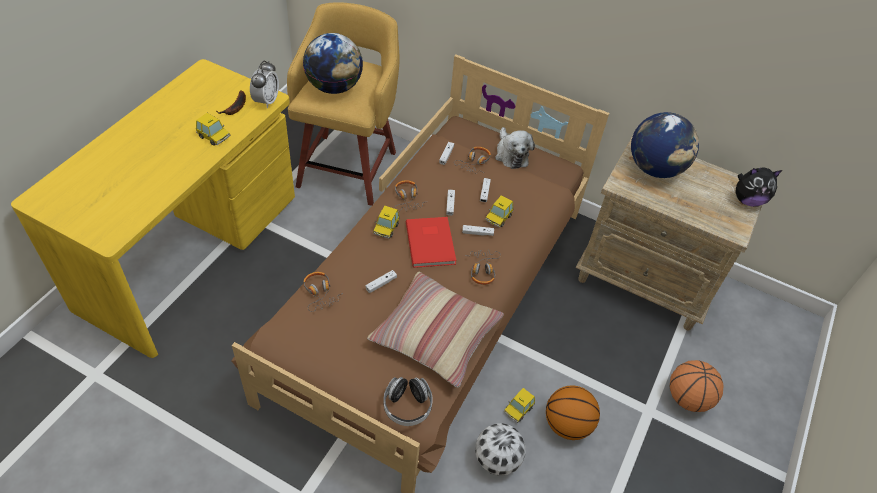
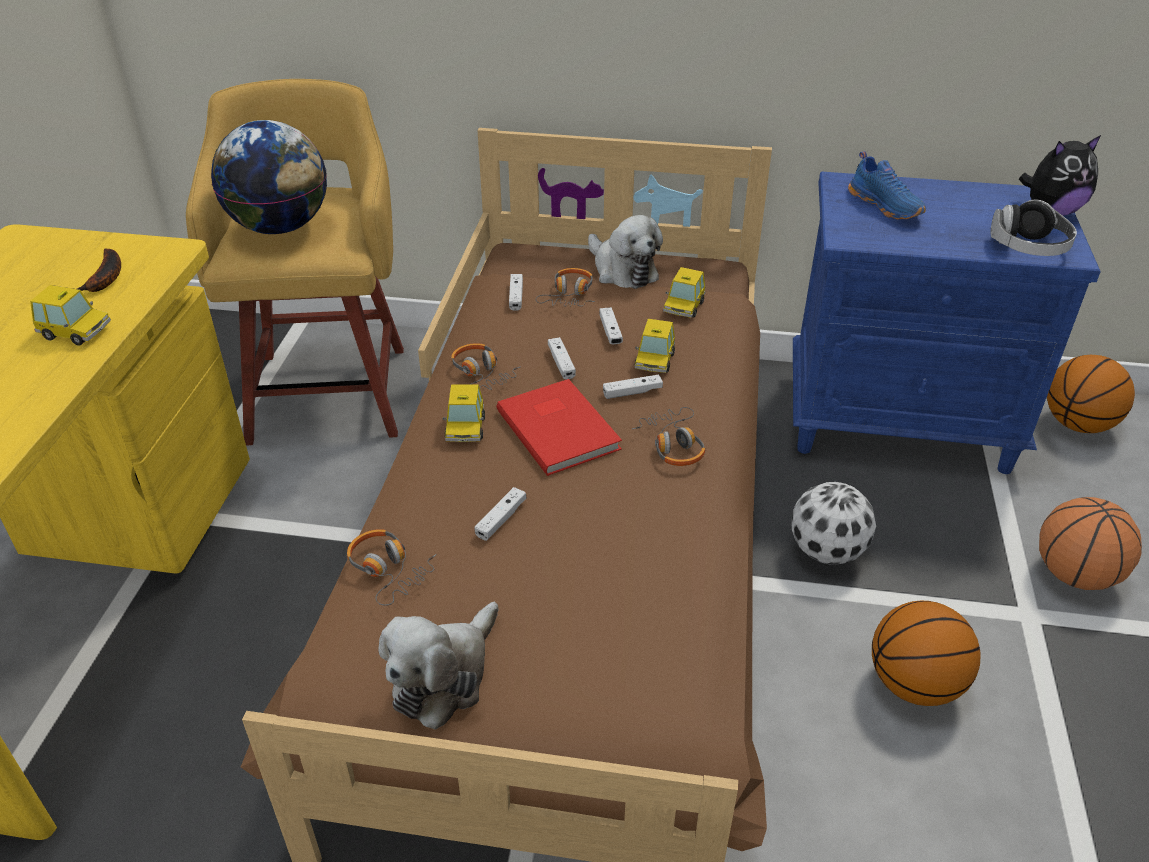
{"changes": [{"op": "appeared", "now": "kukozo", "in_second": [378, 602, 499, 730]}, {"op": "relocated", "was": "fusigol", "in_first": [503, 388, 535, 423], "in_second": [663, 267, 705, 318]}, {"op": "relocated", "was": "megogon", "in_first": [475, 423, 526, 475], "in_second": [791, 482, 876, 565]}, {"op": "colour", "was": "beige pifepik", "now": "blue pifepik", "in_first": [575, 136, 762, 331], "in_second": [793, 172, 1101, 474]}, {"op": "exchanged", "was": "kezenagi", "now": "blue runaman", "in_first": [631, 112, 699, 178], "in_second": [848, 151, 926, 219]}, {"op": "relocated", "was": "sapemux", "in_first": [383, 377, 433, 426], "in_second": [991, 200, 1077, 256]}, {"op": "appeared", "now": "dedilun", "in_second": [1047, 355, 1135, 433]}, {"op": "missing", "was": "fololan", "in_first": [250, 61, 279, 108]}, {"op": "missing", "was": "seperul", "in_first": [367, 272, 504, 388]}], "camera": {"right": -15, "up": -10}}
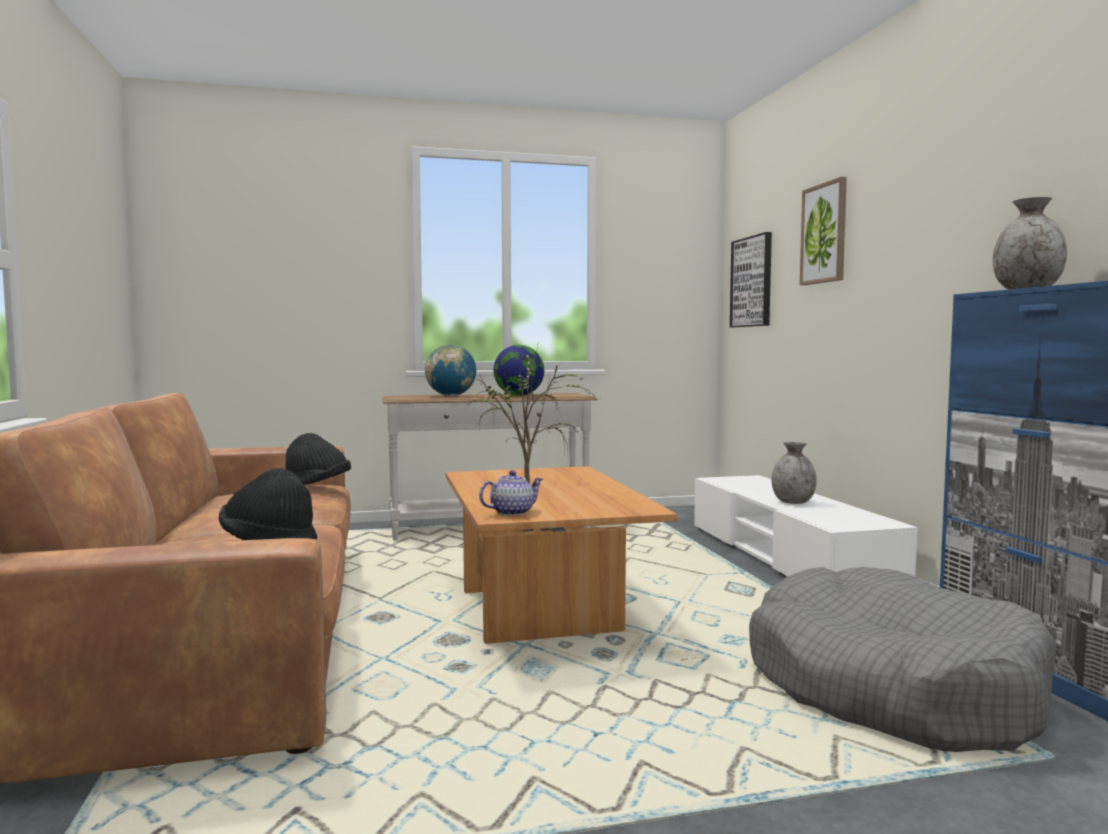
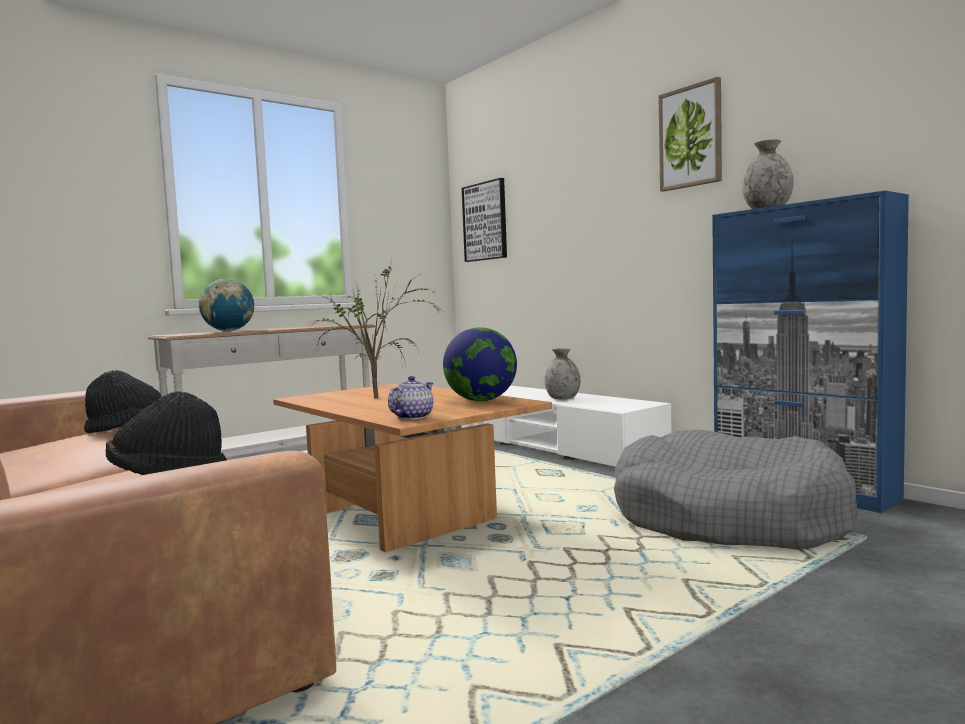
{"changes": [{"op": "relocated", "was": "kezenagi", "in_first": [493, 345, 544, 396], "in_second": [443, 327, 517, 401]}, {"op": "relocated", "was": "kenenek", "in_first": [800, 177, 847, 285], "in_second": [659, 77, 722, 192]}], "camera": {"right": -25, "up": 0}}
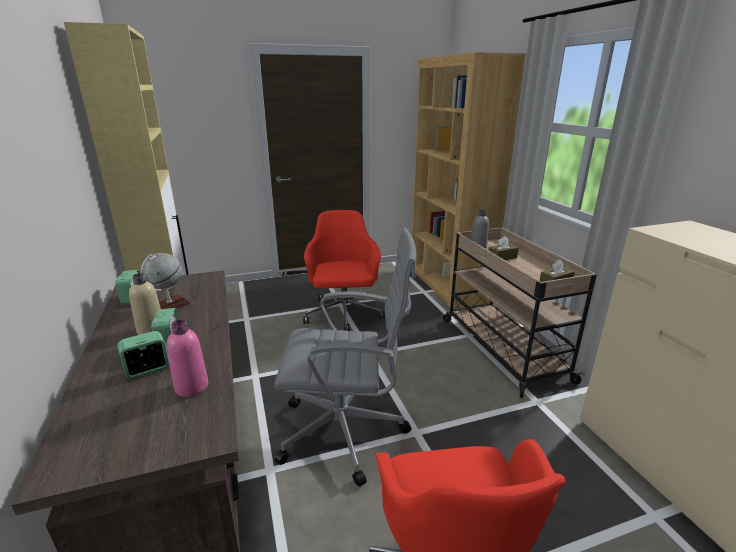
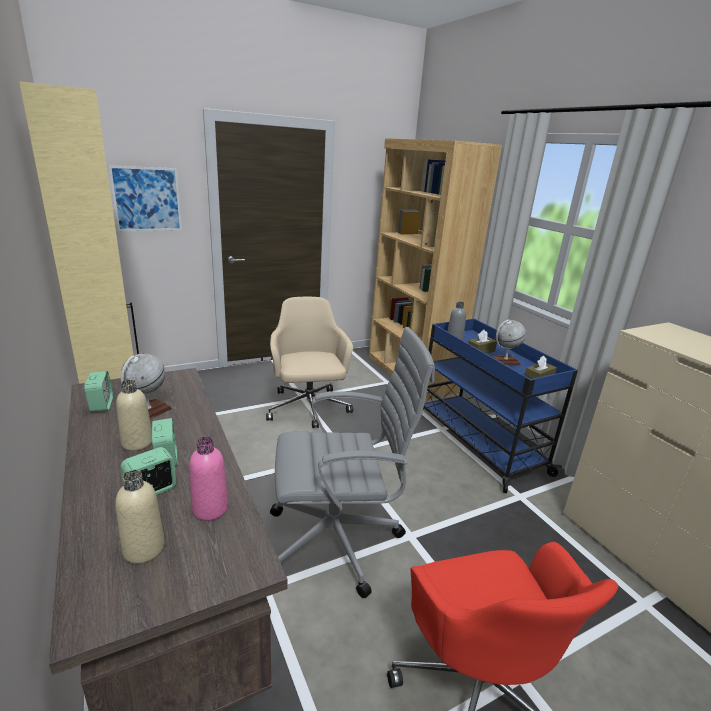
{"changes": [{"op": "appeared", "now": "kenenek", "in_second": [109, 166, 182, 231]}, {"op": "appeared", "now": "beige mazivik", "in_second": [115, 470, 165, 564]}, {"op": "colour", "was": "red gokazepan", "now": "beige gokazepan", "in_first": [303, 210, 385, 331], "in_second": [266, 297, 353, 428]}, {"op": "colour", "was": "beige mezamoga", "now": "blue mezamoga", "in_first": [443, 228, 597, 398], "in_second": [423, 319, 578, 493]}, {"op": "appeared", "now": "kezenagi", "in_second": [493, 319, 526, 366]}], "camera": {"right": -10, "up": 0}}
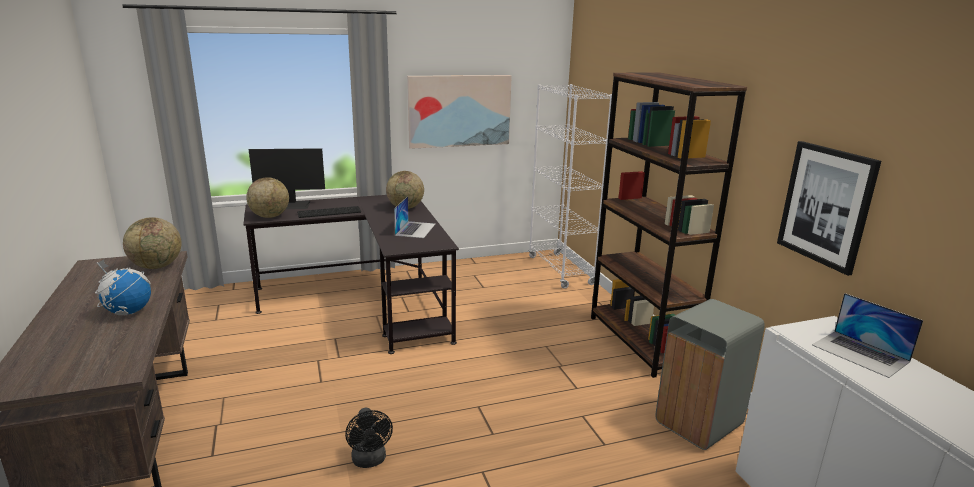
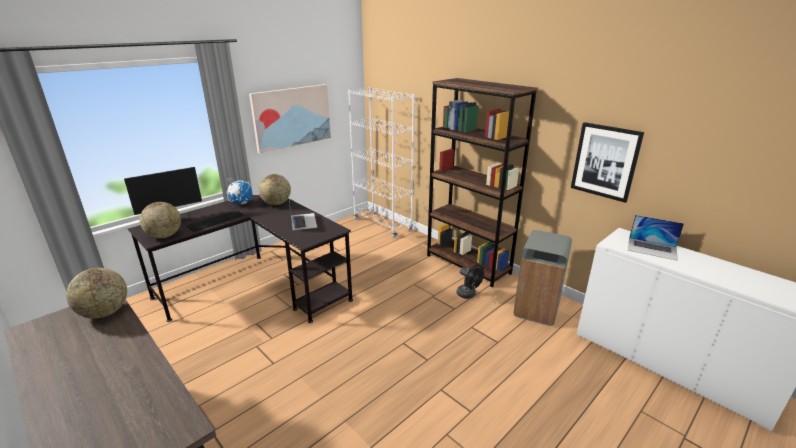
{"changes": [{"op": "relocated", "was": "kezenagi", "in_first": [95, 260, 151, 315], "in_second": [226, 177, 252, 204]}, {"op": "relocated", "was": "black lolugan", "in_first": [345, 408, 393, 468], "in_second": [456, 265, 484, 299]}], "camera": {"right": -25, "up": 5}}
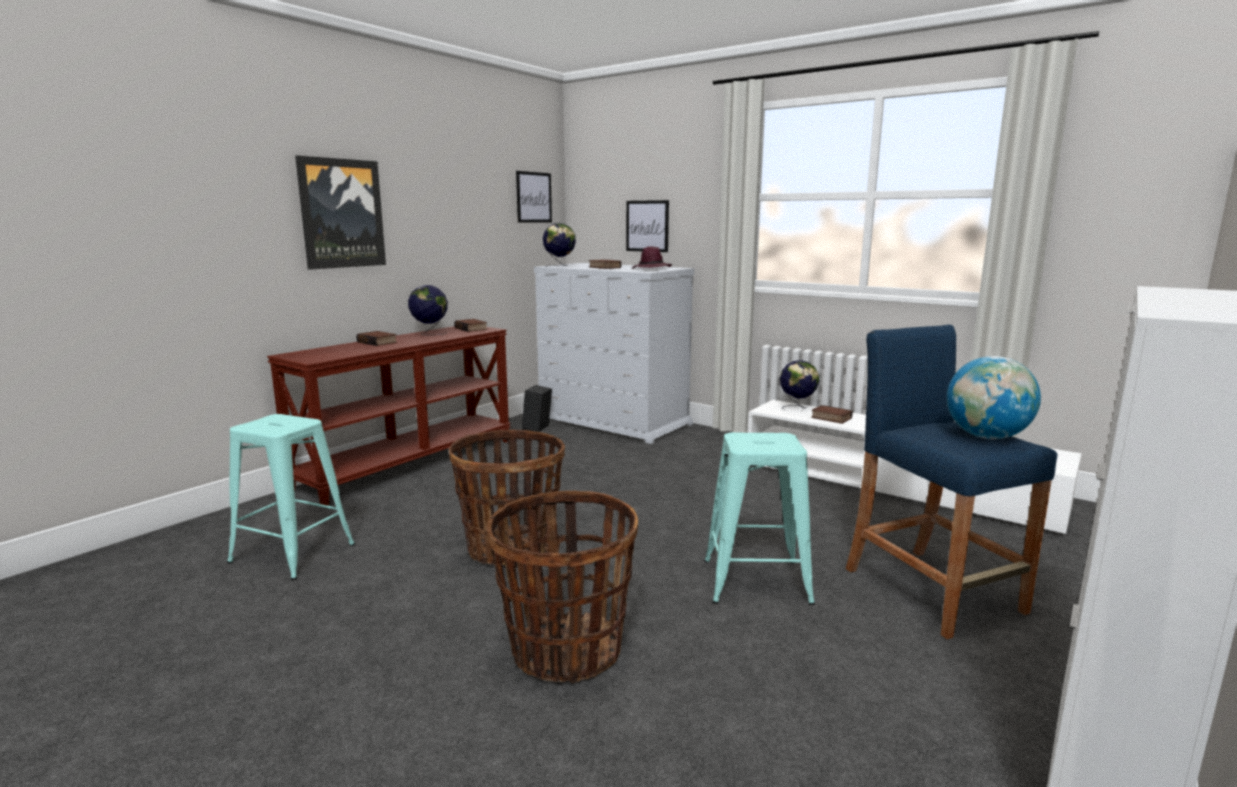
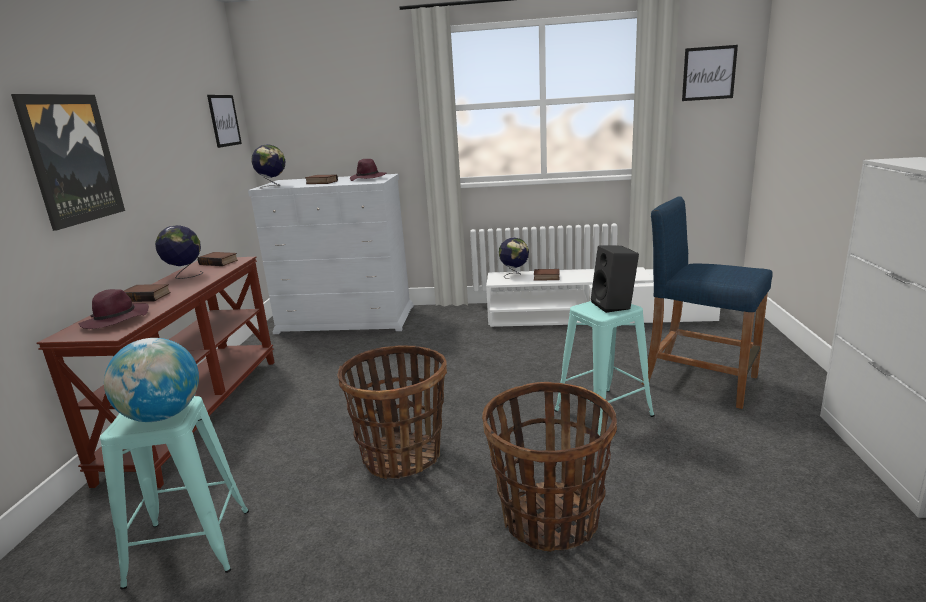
{"changes": [{"op": "appeared", "now": "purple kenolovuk", "in_second": [79, 289, 149, 329]}, {"op": "relocated", "was": "kezenagi", "in_first": [947, 356, 1041, 439], "in_second": [104, 338, 199, 422]}, {"op": "relocated", "was": "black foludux", "in_first": [522, 385, 552, 432], "in_second": [591, 245, 639, 313]}, {"op": "relocated", "was": "kenenek", "in_first": [626, 200, 669, 252], "in_second": [682, 45, 738, 101]}], "camera": {"right": -30, "up": 5}}
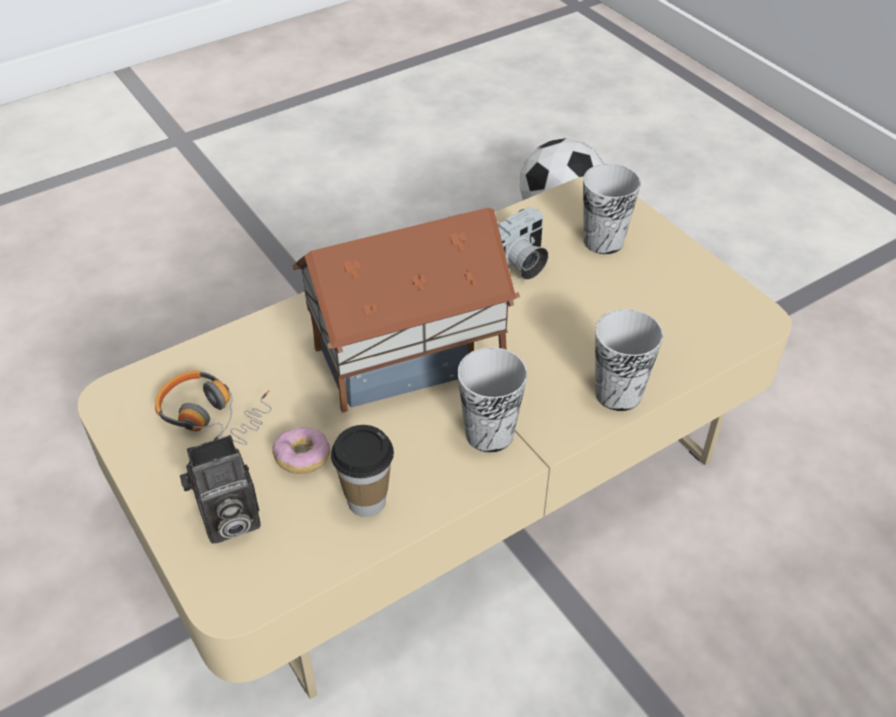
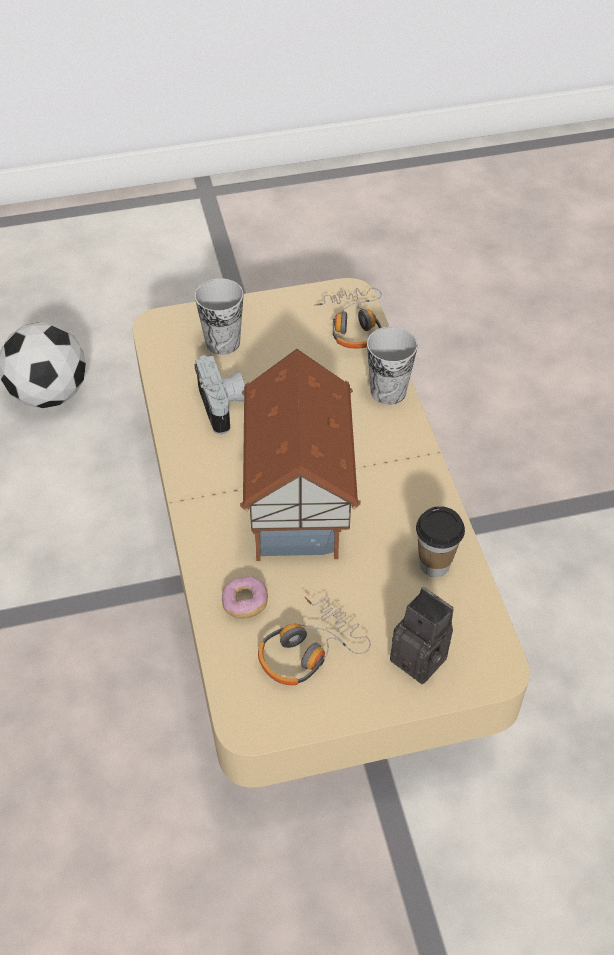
{"changes": [{"op": "relocated", "was": "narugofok", "in_first": [272, 427, 330, 474], "in_second": [222, 576, 268, 619]}, {"op": "appeared", "now": "sapemux", "in_second": [314, 288, 382, 349]}, {"op": "spun", "was": "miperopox", "in_first": [180, 435, 261, 544], "in_second": [390, 587, 454, 684], "clockwise": -45}, {"op": "missing", "was": "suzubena", "in_first": [457, 347, 528, 453]}], "camera": {"right": -70, "up": 5}}
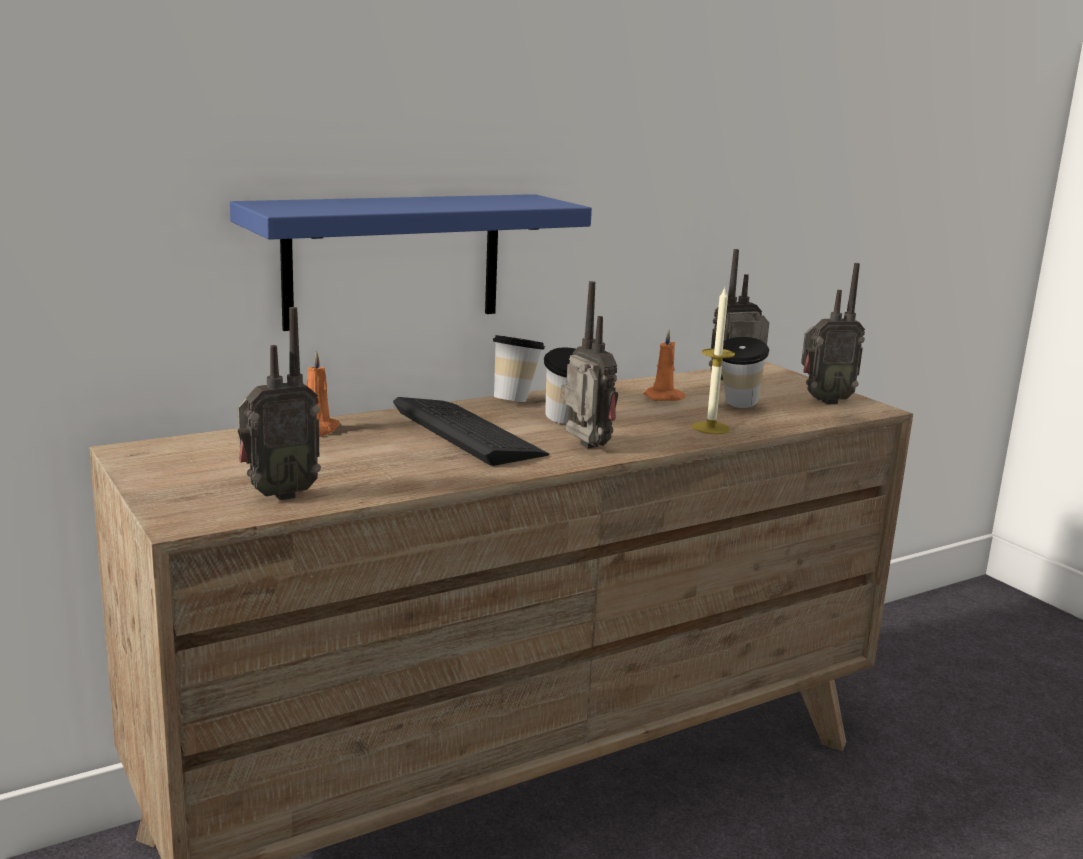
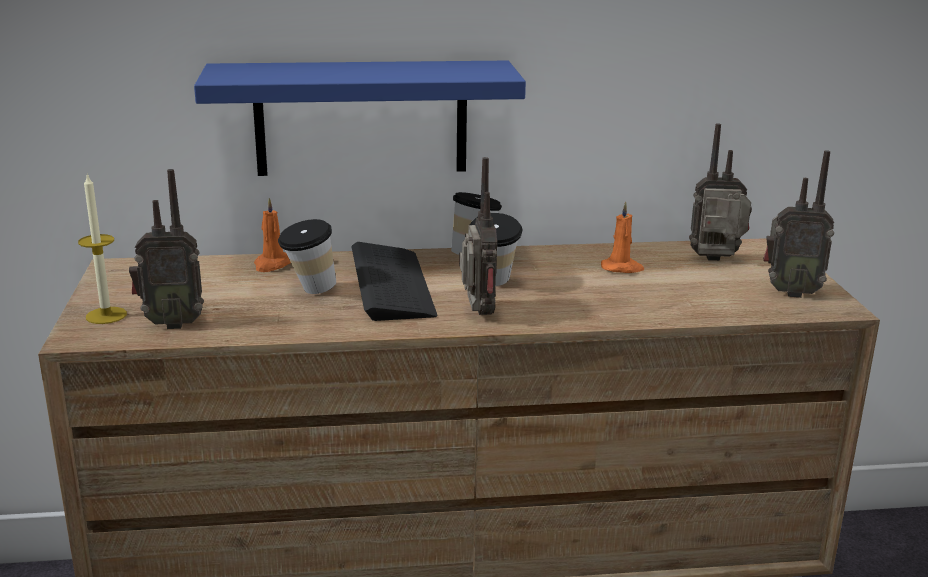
{"changes": [{"op": "relocated", "was": "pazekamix", "in_first": [692, 286, 735, 434], "in_second": [78, 173, 127, 324]}, {"op": "relocated", "was": "suzubena", "in_first": [722, 337, 769, 408], "in_second": [278, 219, 336, 294]}], "camera": {"right": 25, "up": 5}}
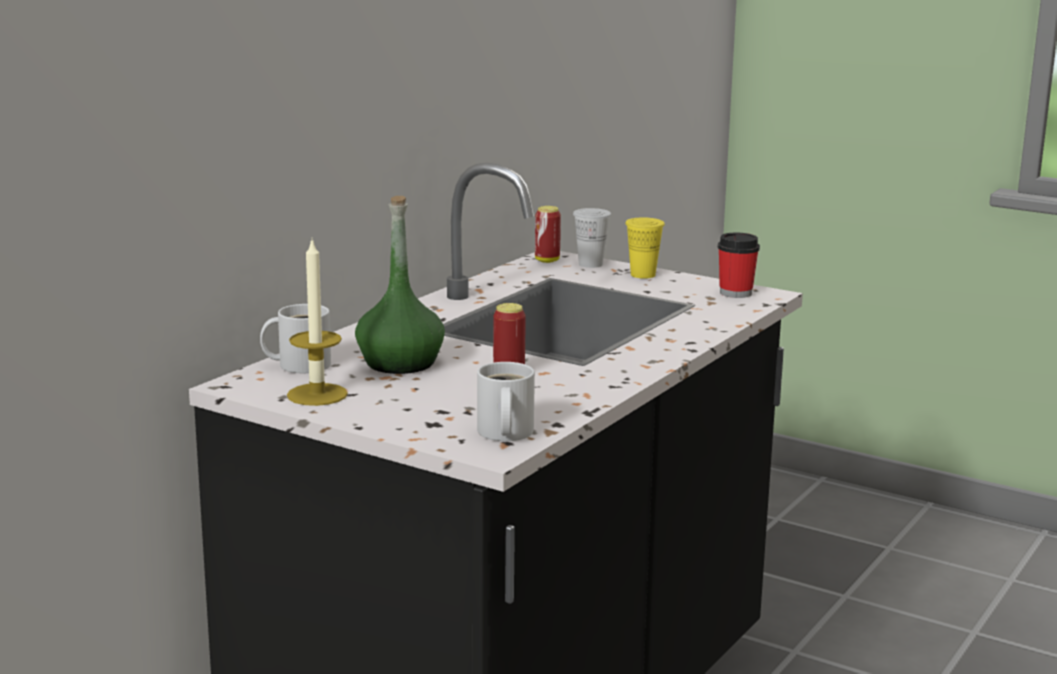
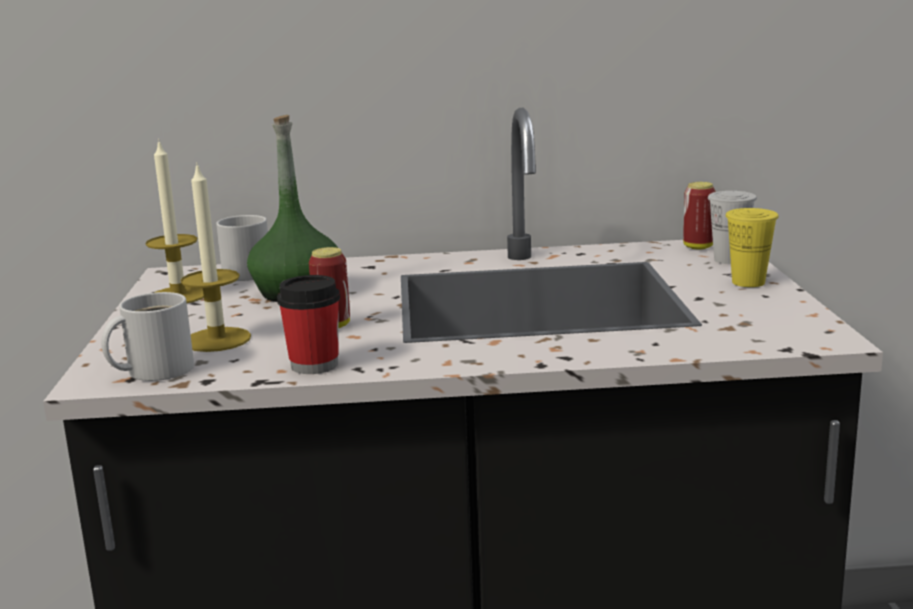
{"changes": [{"op": "appeared", "now": "pazekamix", "in_second": [181, 162, 251, 352]}, {"op": "relocated", "was": "suzubena", "in_first": [718, 233, 760, 298], "in_second": [277, 275, 340, 374]}], "camera": {"right": 55, "up": 0}}
